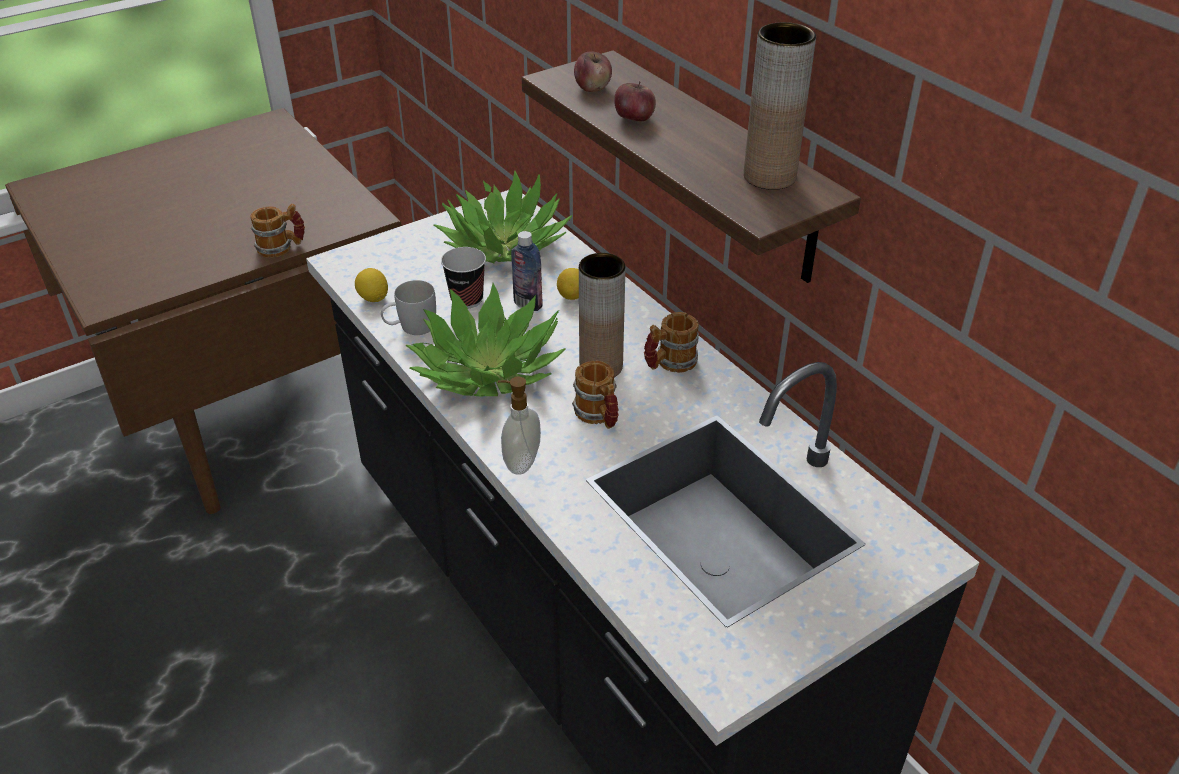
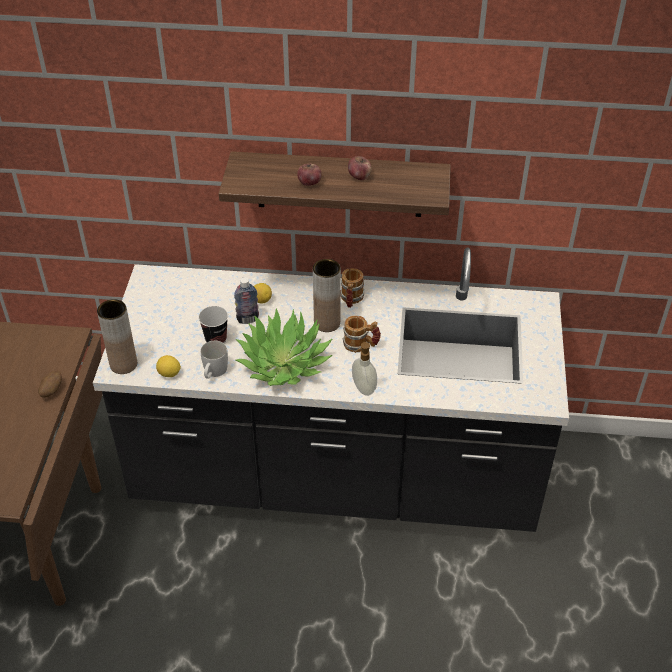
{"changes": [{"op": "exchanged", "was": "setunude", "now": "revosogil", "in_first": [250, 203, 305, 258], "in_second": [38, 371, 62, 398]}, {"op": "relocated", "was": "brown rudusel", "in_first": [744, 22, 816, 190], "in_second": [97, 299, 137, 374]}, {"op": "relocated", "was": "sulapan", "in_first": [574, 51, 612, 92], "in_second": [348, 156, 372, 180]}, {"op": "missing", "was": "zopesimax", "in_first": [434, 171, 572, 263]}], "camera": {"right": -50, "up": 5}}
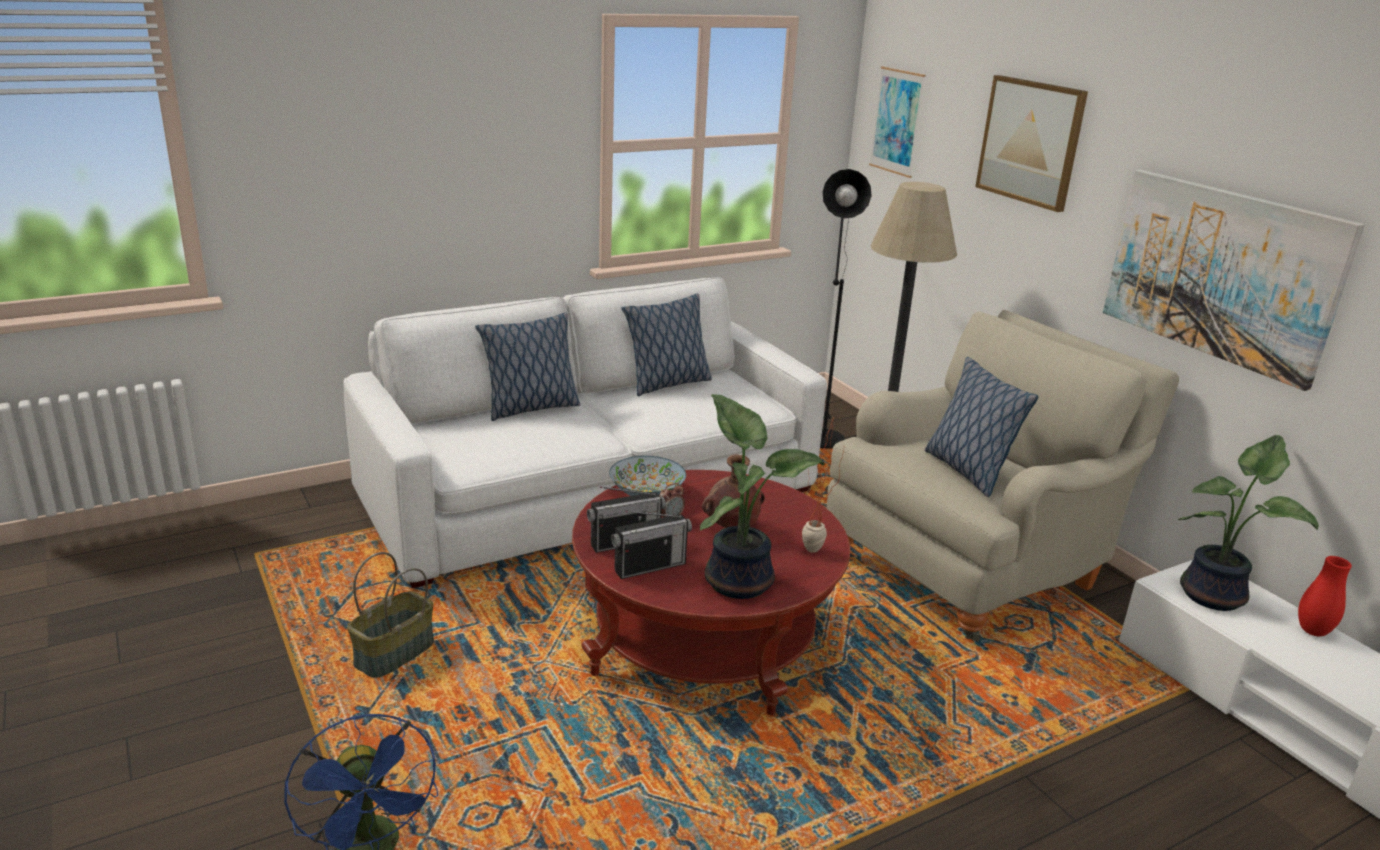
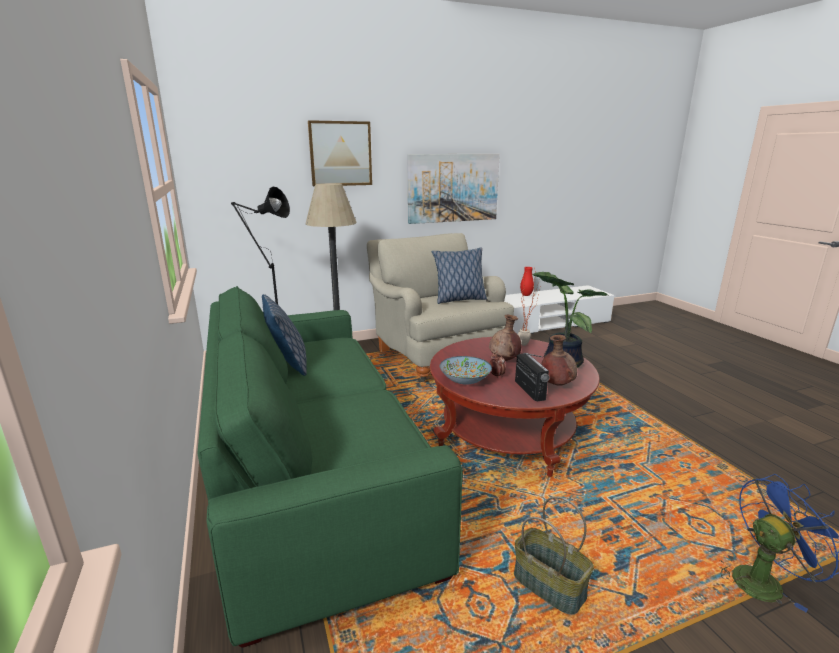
{"changes": [{"op": "colour", "was": "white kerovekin", "now": "green kerovekin", "in_first": [343, 277, 827, 588], "in_second": [197, 286, 463, 648]}, {"op": "exchanged", "was": "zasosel", "now": "brown rudusel", "in_first": [611, 511, 692, 579], "in_second": [541, 335, 577, 386]}, {"op": "missing", "was": "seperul", "in_first": [475, 313, 580, 421]}, {"op": "missing", "was": "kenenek", "in_first": [869, 66, 926, 178]}, {"op": "missing", "was": "zopesimax", "in_first": [1178, 435, 1319, 611]}], "camera": {"right": -80, "up": -5}}
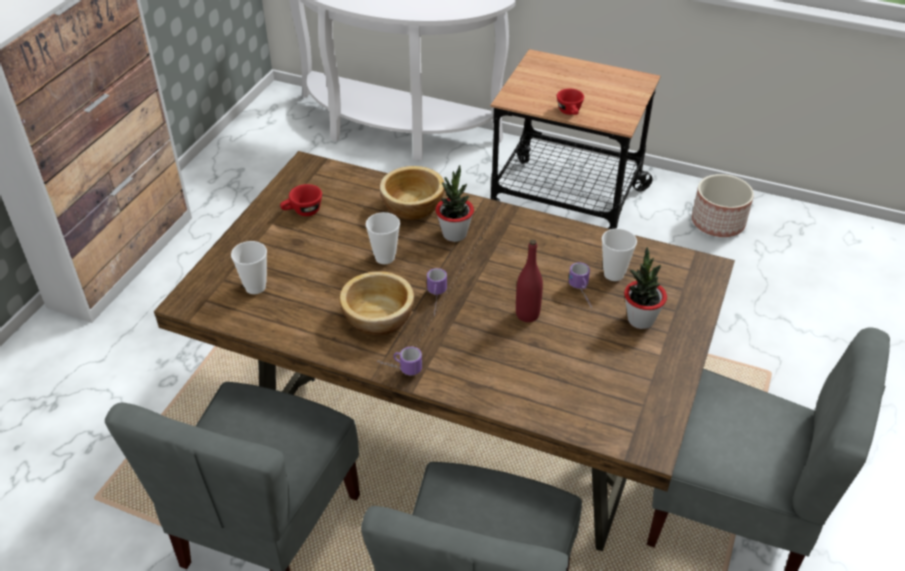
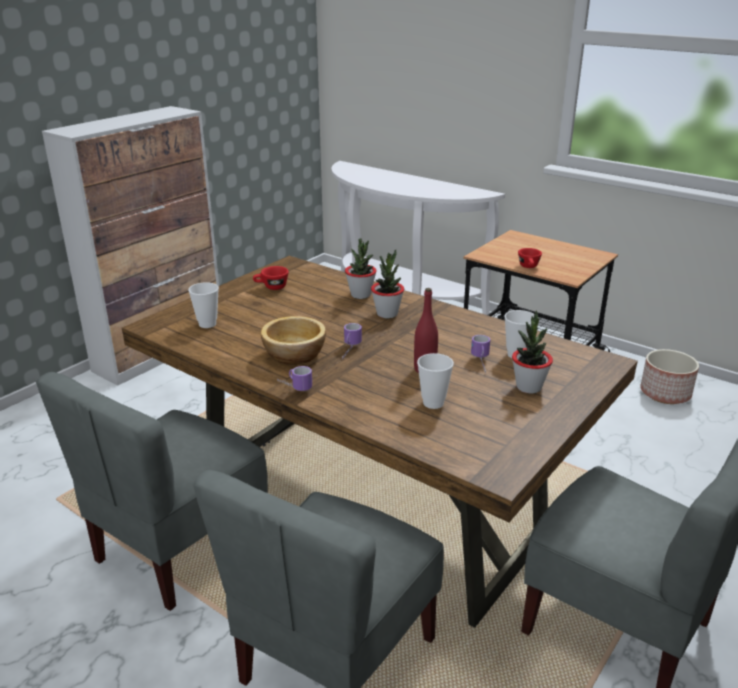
{"changes": [{"op": "exchanged", "was": "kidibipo", "now": "zopesimax", "in_first": [380, 166, 444, 220], "in_second": [345, 238, 377, 299]}, {"op": "relocated", "was": "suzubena", "in_first": [366, 212, 400, 264], "in_second": [417, 353, 454, 409]}], "camera": {"right": 15, "up": -15}}
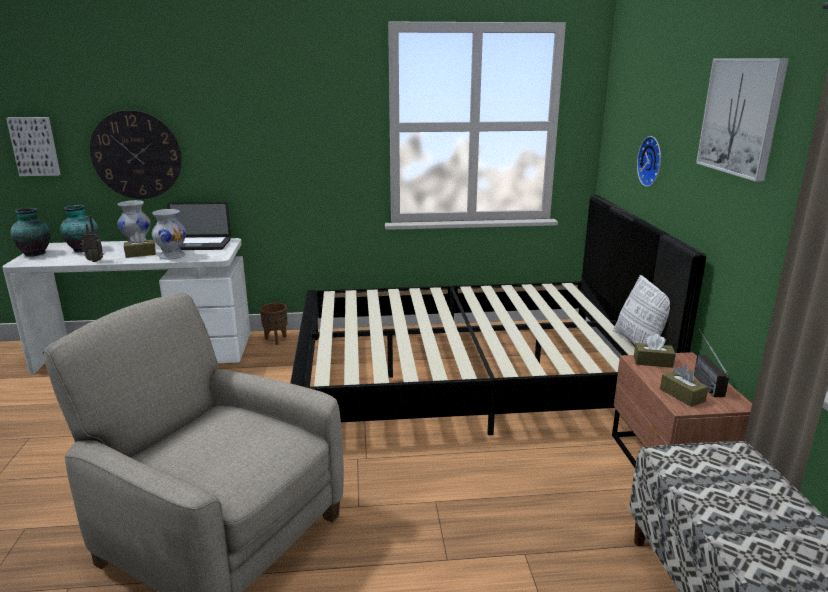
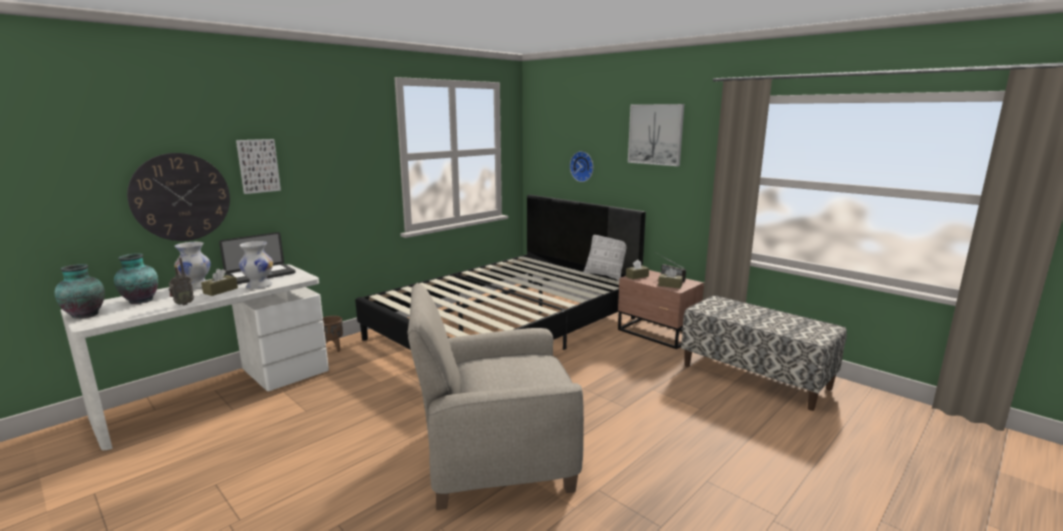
{"changes": [{"op": "relocated", "was": "kenenek", "in_first": [6, 117, 61, 176], "in_second": [236, 139, 281, 194]}], "camera": {"right": -40, "up": -5}}
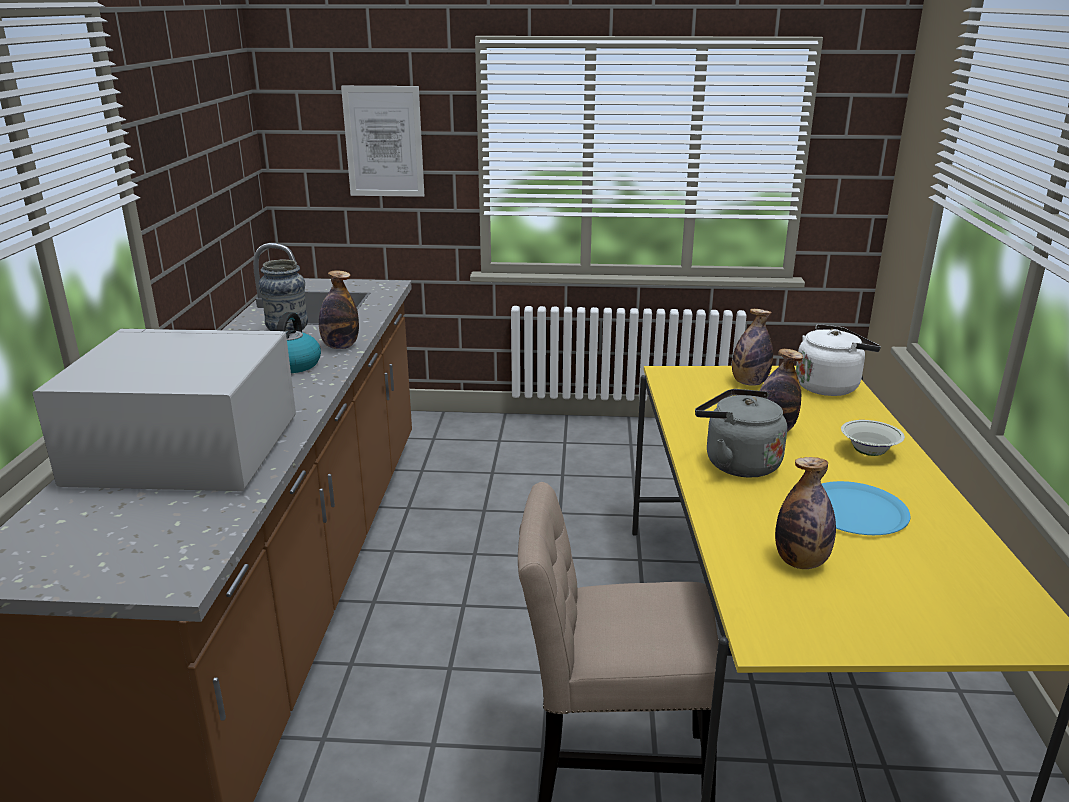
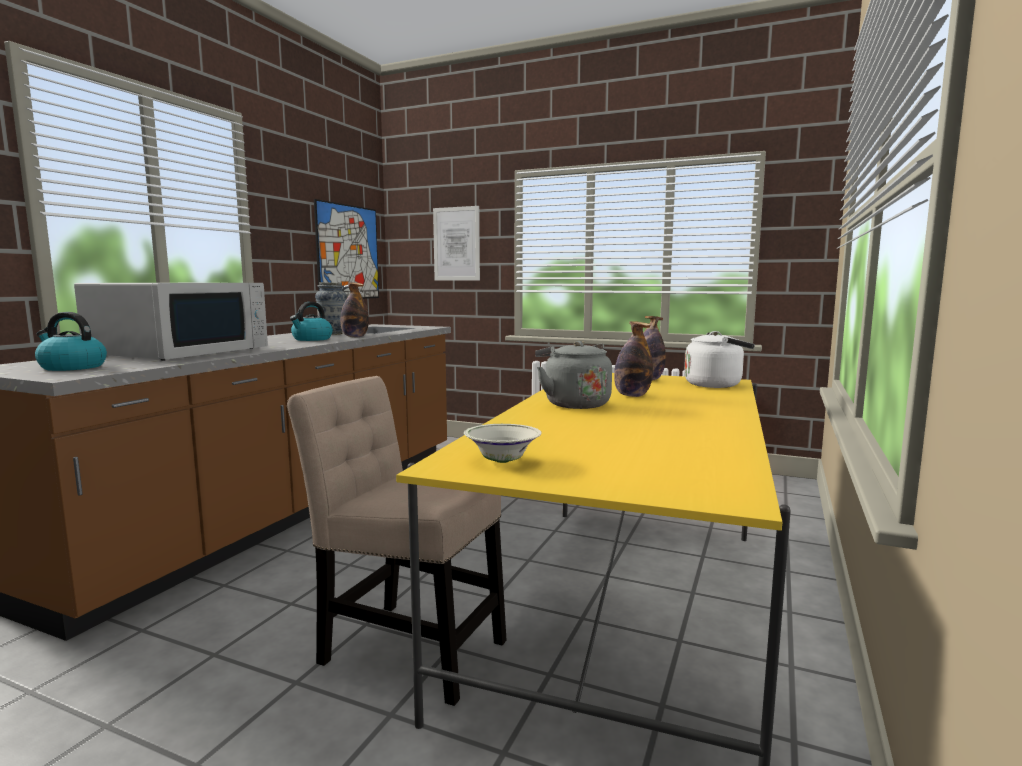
{"changes": [{"op": "appeared", "now": "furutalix", "in_second": [35, 312, 107, 371]}, {"op": "spun", "was": "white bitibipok", "in_first": [33, 329, 296, 491], "in_second": [74, 283, 268, 361], "clockwise": 90}, {"op": "appeared", "now": "kenenek", "in_second": [314, 199, 379, 299]}, {"op": "relocated", "was": "white kidibipo", "in_first": [841, 420, 905, 456], "in_second": [464, 424, 542, 463]}, {"op": "missing", "was": "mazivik", "in_first": [775, 457, 836, 569]}, {"op": "missing", "was": "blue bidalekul", "in_first": [822, 481, 910, 535]}], "camera": {"right": 20, "up": -15}}
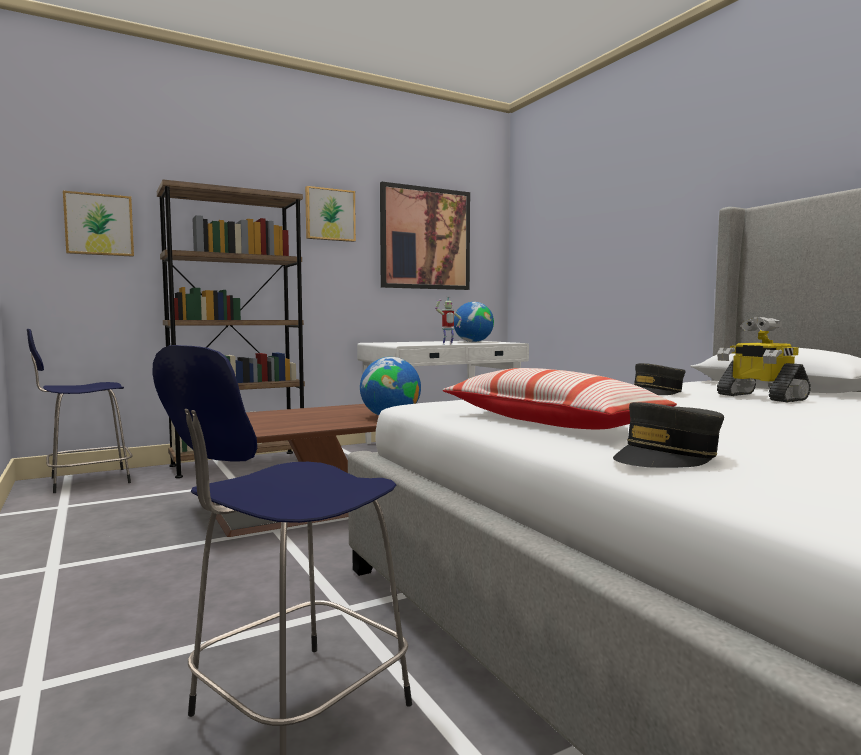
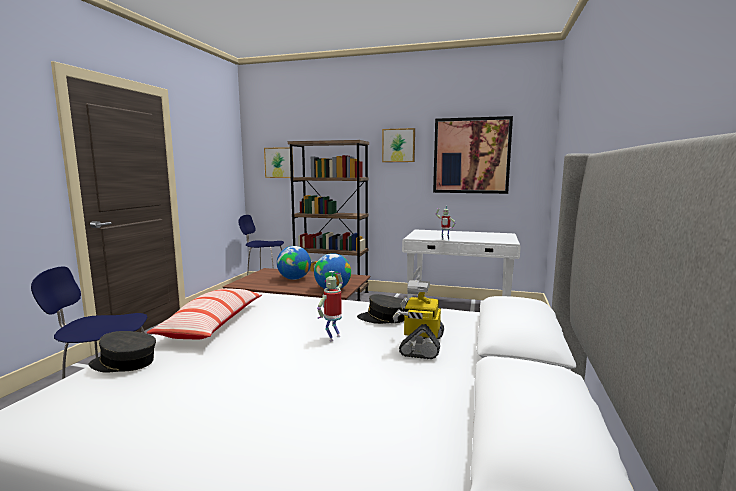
{"changes": [{"op": "relocated", "was": "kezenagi", "in_first": [454, 302, 494, 342], "in_second": [277, 246, 311, 280]}, {"op": "appeared", "now": "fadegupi", "in_second": [317, 271, 343, 342]}], "camera": {"right": 45, "up": 5}}
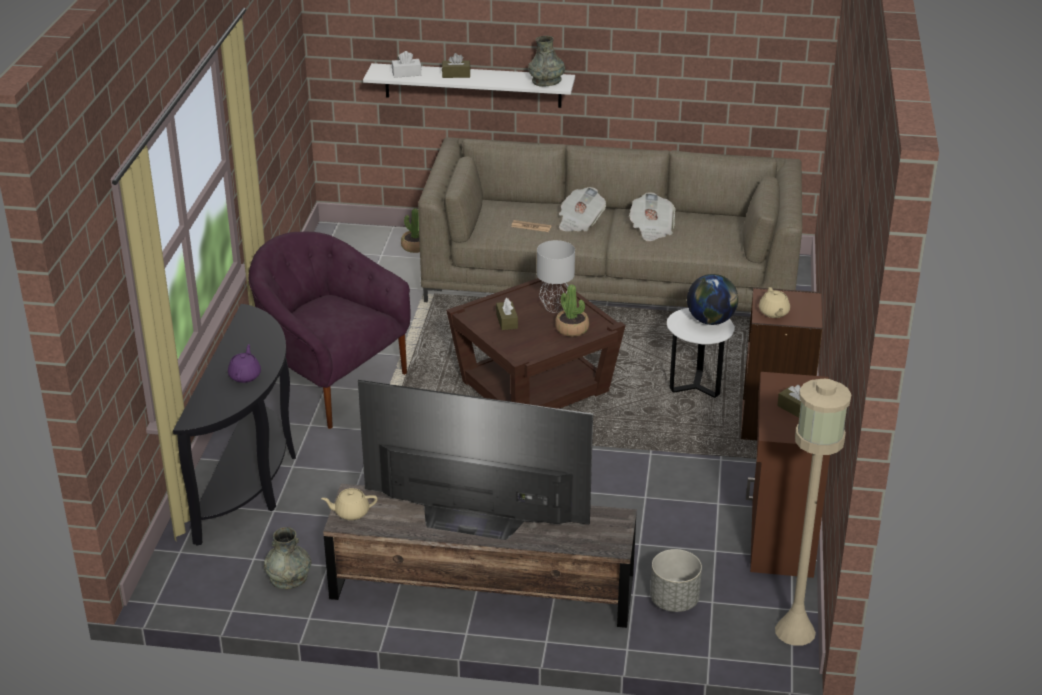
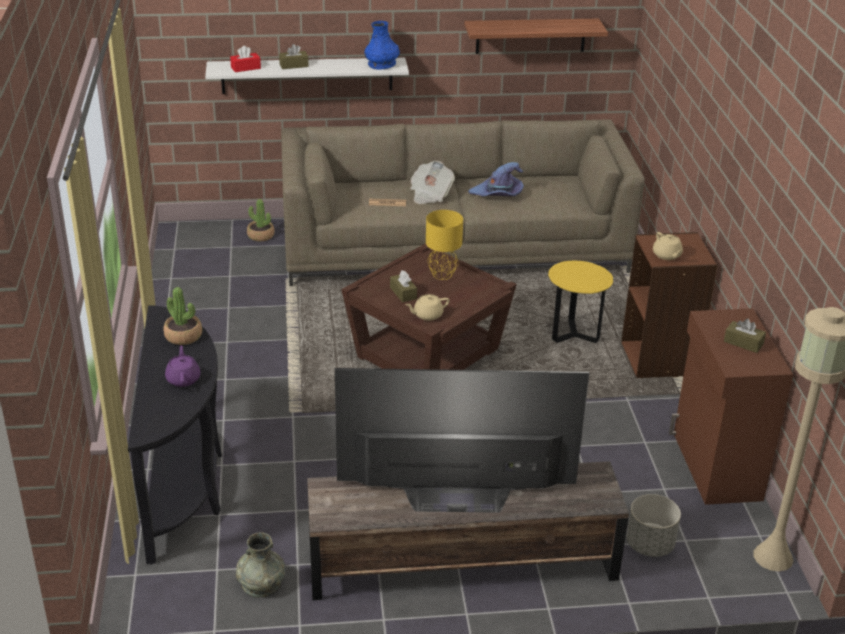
{"changes": [{"op": "relocated", "was": "zopesimax", "in_first": [555, 284, 589, 337], "in_second": [163, 287, 202, 345]}, {"op": "colour", "was": "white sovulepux", "now": "red sovulepux", "in_first": [392, 51, 421, 78], "in_second": [230, 46, 261, 72]}, {"op": "colour", "was": "grey rudusel", "now": "blue rudusel", "in_first": [528, 36, 565, 87], "in_second": [365, 21, 400, 70]}, {"op": "relocated", "was": "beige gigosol", "in_first": [321, 488, 378, 520], "in_second": [405, 294, 450, 321]}, {"op": "colour", "was": "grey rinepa", "now": "yellow rinepa", "in_first": [537, 240, 575, 313], "in_second": [426, 210, 463, 280]}, {"op": "appeared", "now": "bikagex", "in_second": [464, 19, 608, 54]}, {"op": "exchanged", "was": "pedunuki", "now": "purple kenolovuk", "in_first": [629, 192, 676, 241], "in_second": [468, 162, 524, 196]}, {"op": "colour", "was": "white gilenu", "now": "yellow gilenu", "in_first": [667, 308, 735, 398], "in_second": [548, 261, 613, 343]}, {"op": "missing", "was": "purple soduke", "in_first": [248, 232, 411, 429]}, {"op": "missing", "was": "kezenagi", "in_first": [687, 274, 738, 325]}], "camera": {"right": -15, "up": 0}}
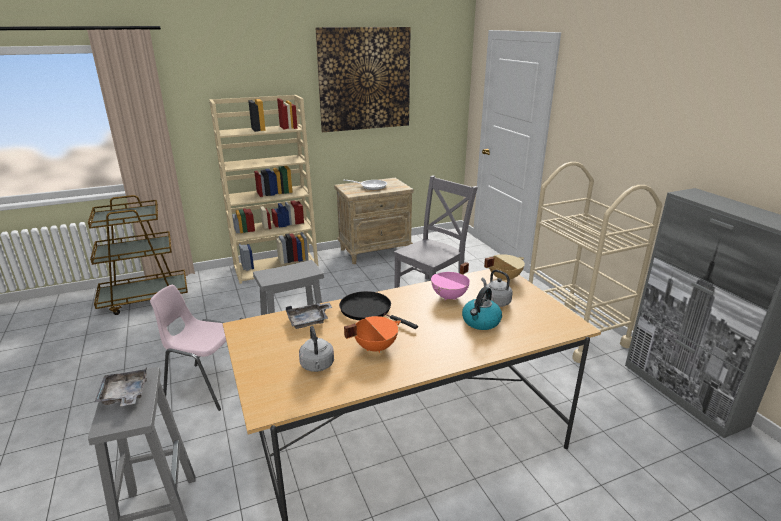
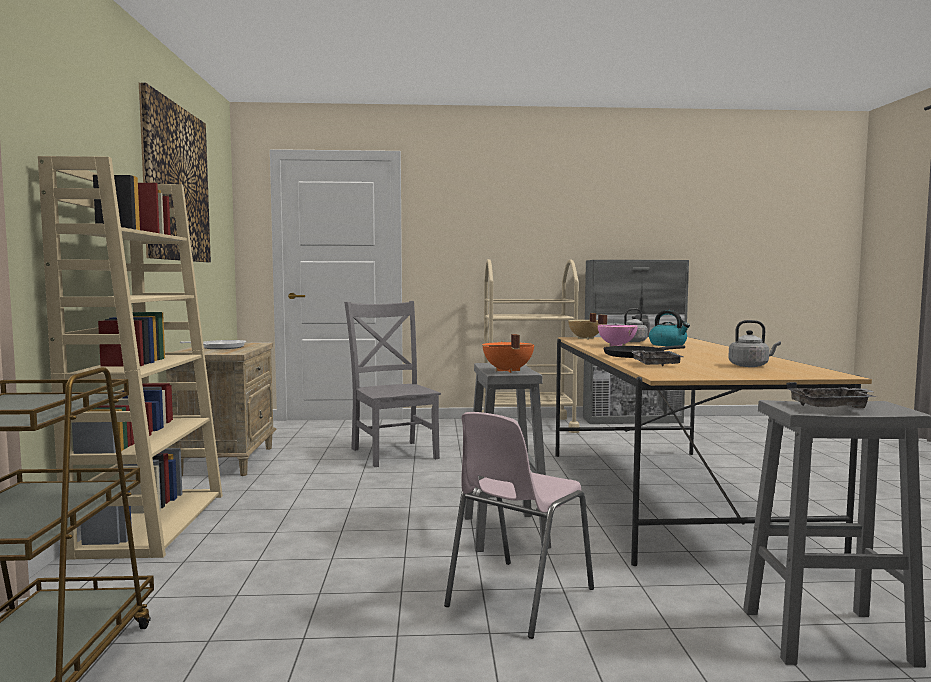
{"changes": [{"op": "relocated", "was": "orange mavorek", "in_first": [344, 316, 401, 353], "in_second": [482, 334, 534, 373]}], "camera": {"right": -70, "up": -20}}
